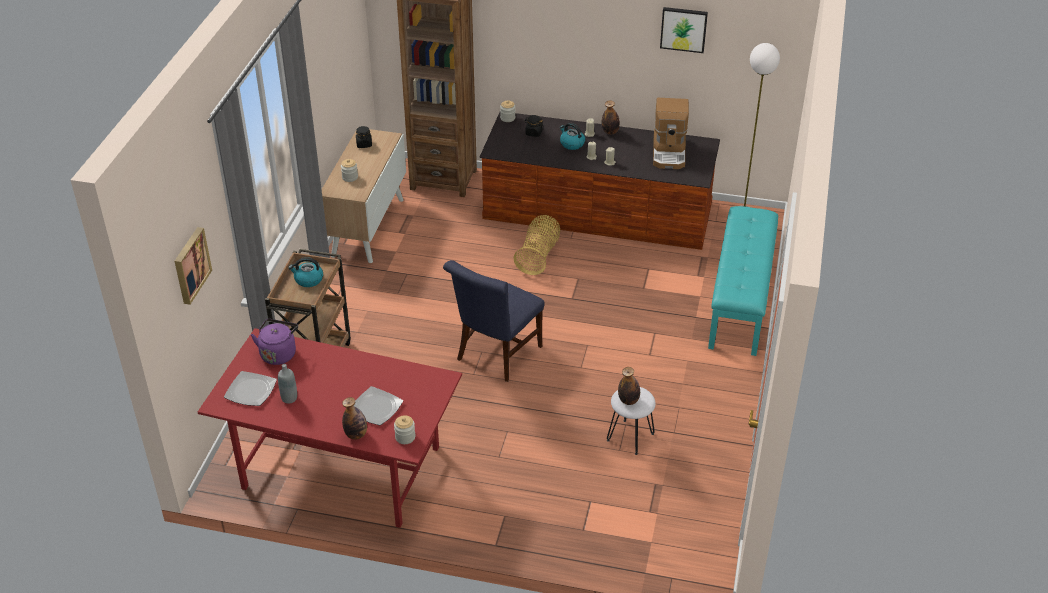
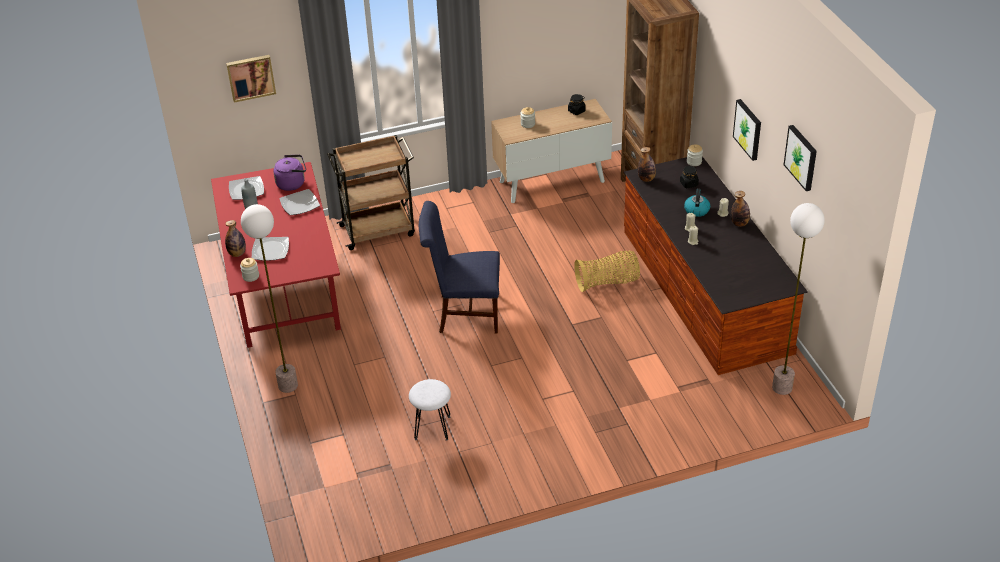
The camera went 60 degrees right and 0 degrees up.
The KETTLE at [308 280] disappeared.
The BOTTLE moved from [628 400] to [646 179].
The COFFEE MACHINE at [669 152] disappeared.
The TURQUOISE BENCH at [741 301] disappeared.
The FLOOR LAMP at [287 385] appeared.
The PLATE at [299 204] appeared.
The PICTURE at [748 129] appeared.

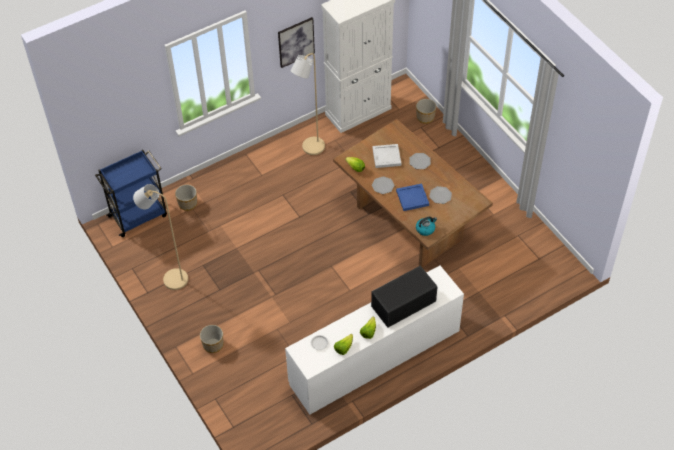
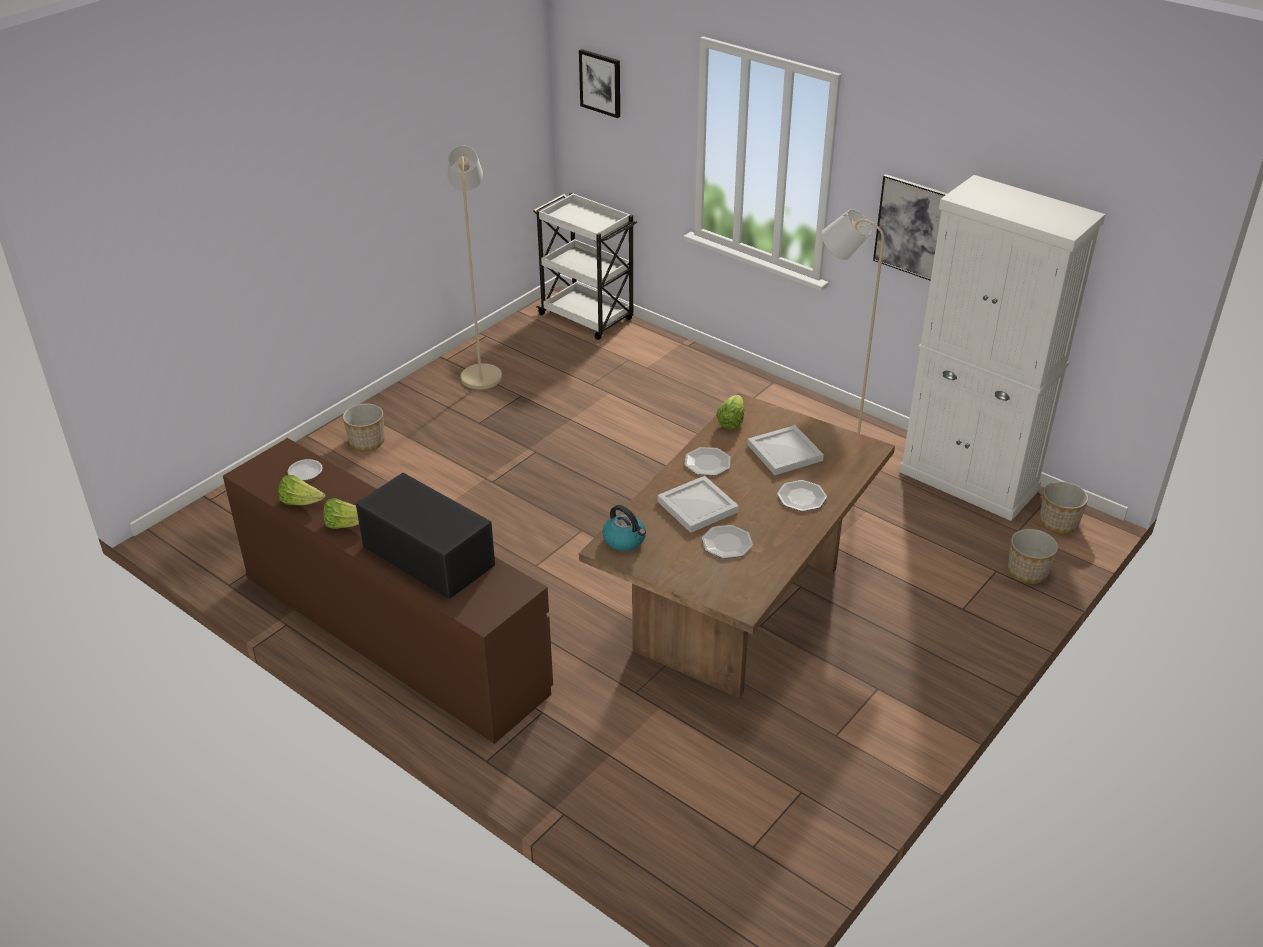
The camera went 70 degrees right and 15 degrees down.
The BLUE CART at [139 215] became the WHITE CART at [587 318].
The PLANTER moved from [187 203] to [1058 522].
The WHITE DRESSER at [375 357] became the BROWN DRESSER at [392 633].
The BLUE TRAY at [412 198] became the WHITE TRAY at [697 506].
The PICTURE at [601 83] appeared.

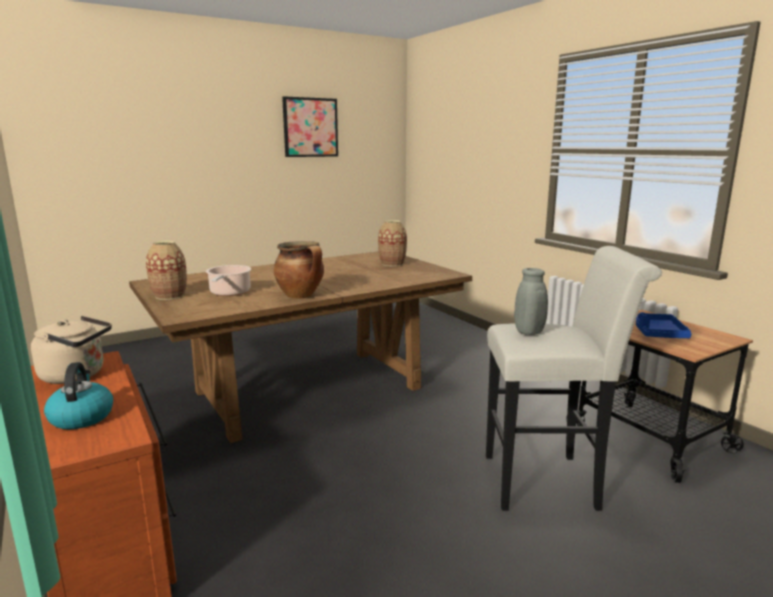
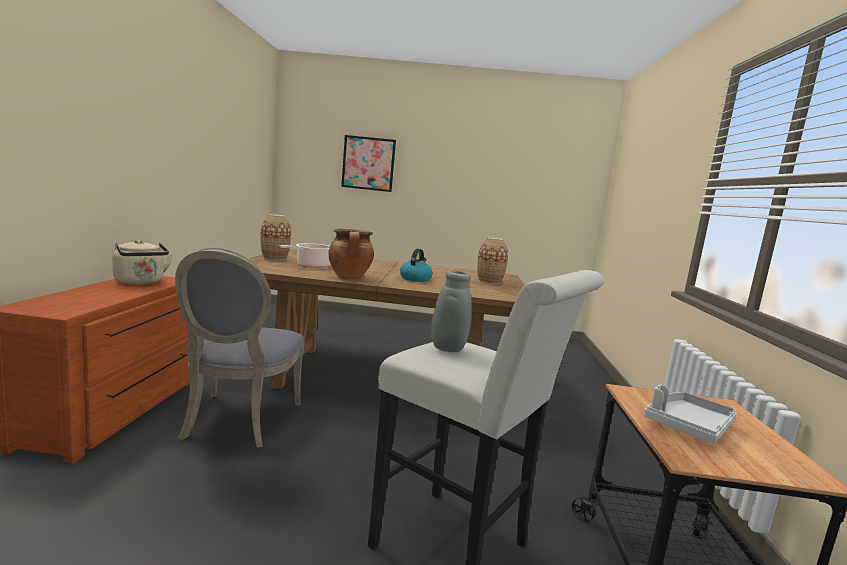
The camera went 35 degrees right and 5 degrees down.
The KETTLE moved from [81 417] to [415 279].
The PICTURE moved from [310 127] to [368 163].
The BLUE TRAY at [658 333] became the GREY TRAY at [687 425].
The GREY CHAIR at [238 421] appeared.

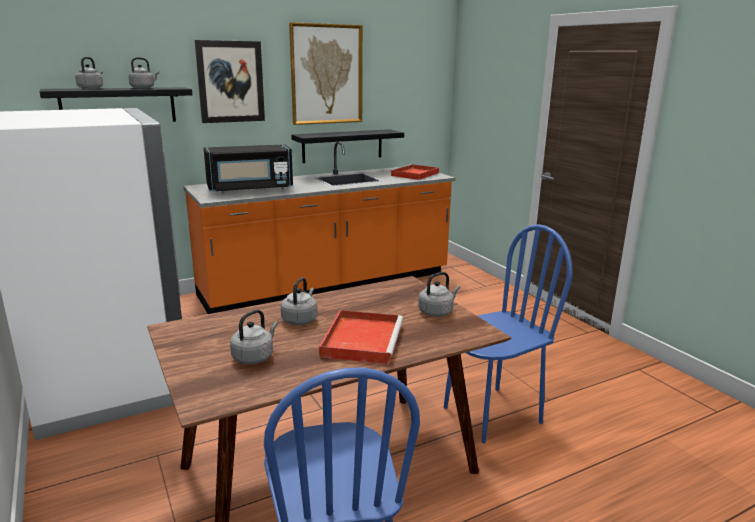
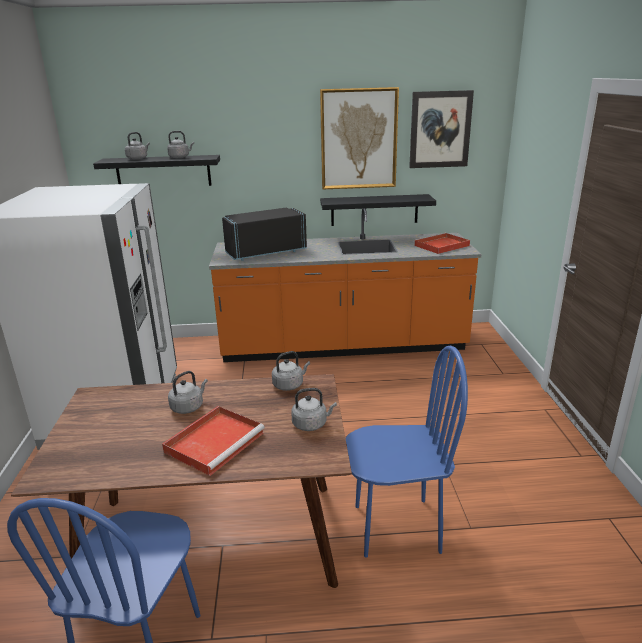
The camera went 25 degrees right and 5 degrees up.
The PICTURE moved from [230 82] to [440 129].
The BLACK MICROWAVE at [250 189] turned 150 degrees clockwise.
The GREY KETTLE moved from [254 357] to [289 385].

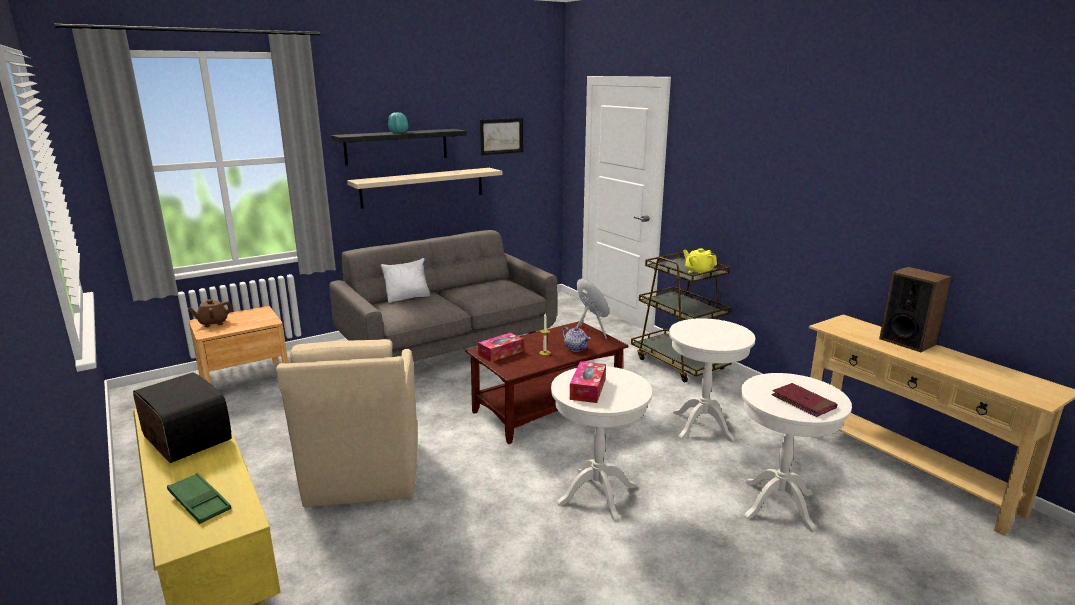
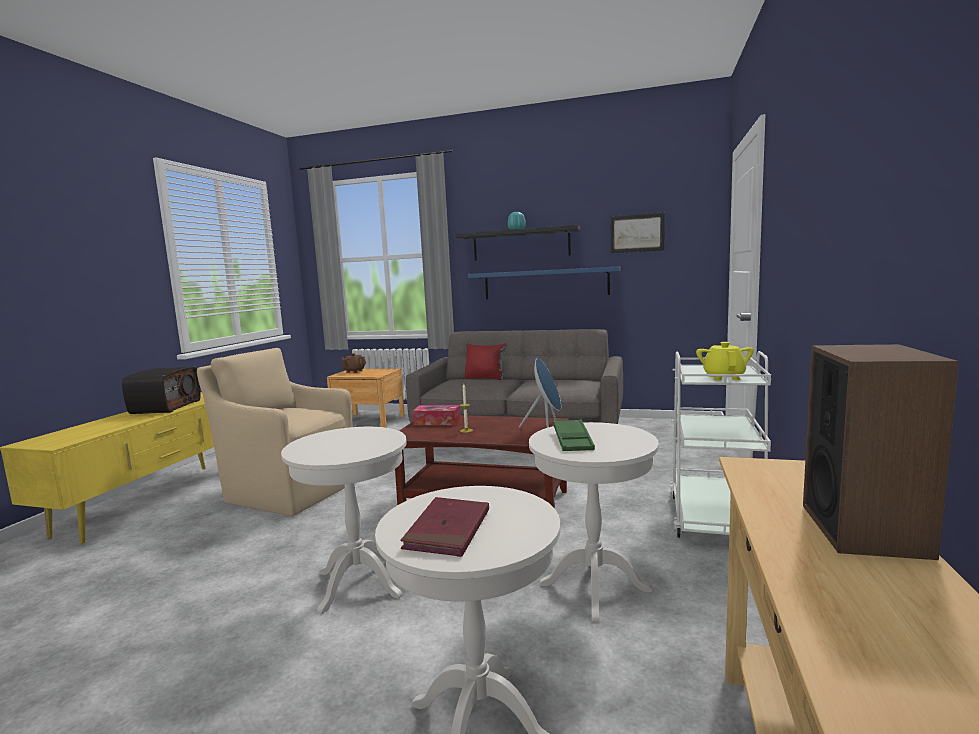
The camera went 50 degrees right and 10 degrees down.
The GREEN TRAY moved from [199 502] to [572 440].
The BEIGE ARMCHAIR at [362 475] turned 75 degrees clockwise.
The BEIGE SHELF at [423 187] became the BLUE SHELF at [545 283].
The WHITE PILLOW at [408 298] became the RED PILLOW at [485 378].
The TEAPOT at [576 348] disappeared.
The TISSUE BOX at [588 389] disappeared.
The BROWN CART at [679 363] became the WHITE CART at [715 517].

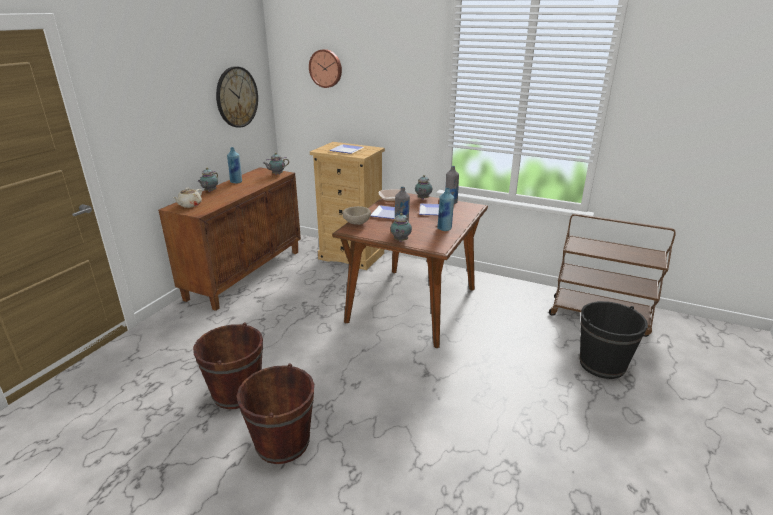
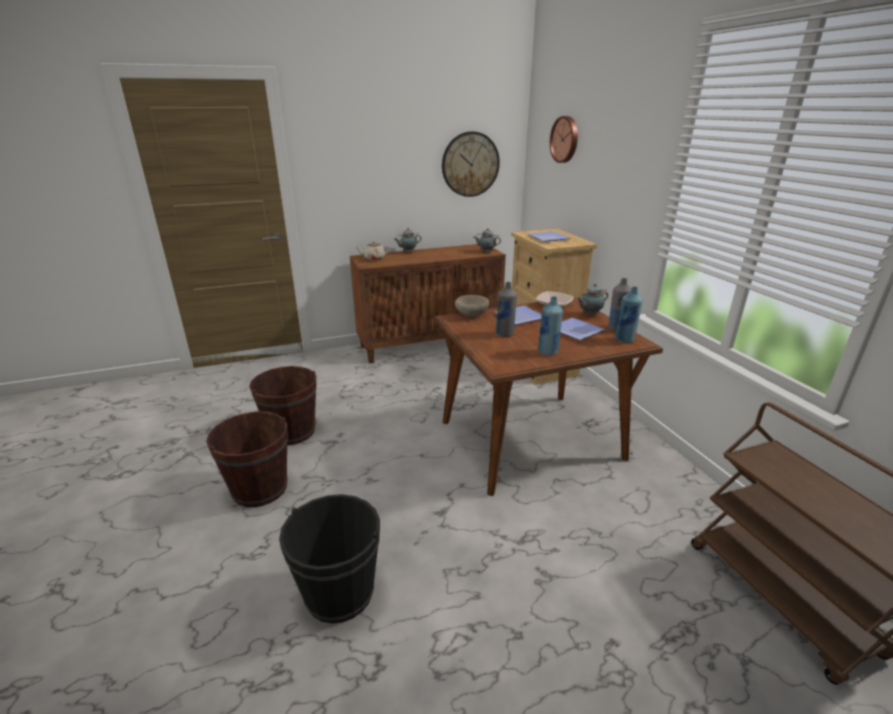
The camera went 45 degrees right and 0 degrees up.
The BLUE BOTTLE moved from [236 182] to [624 340].
The TEAPOT at [400 241] disappeared.
The BLACK BUCKET moved from [602 364] to [339 593].

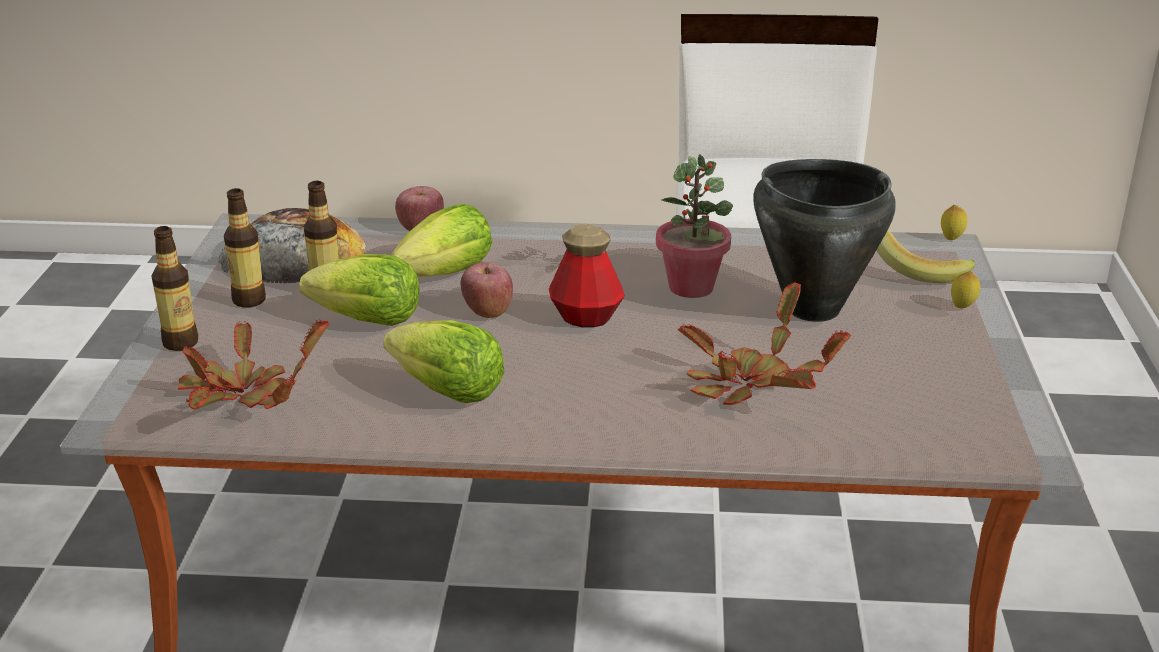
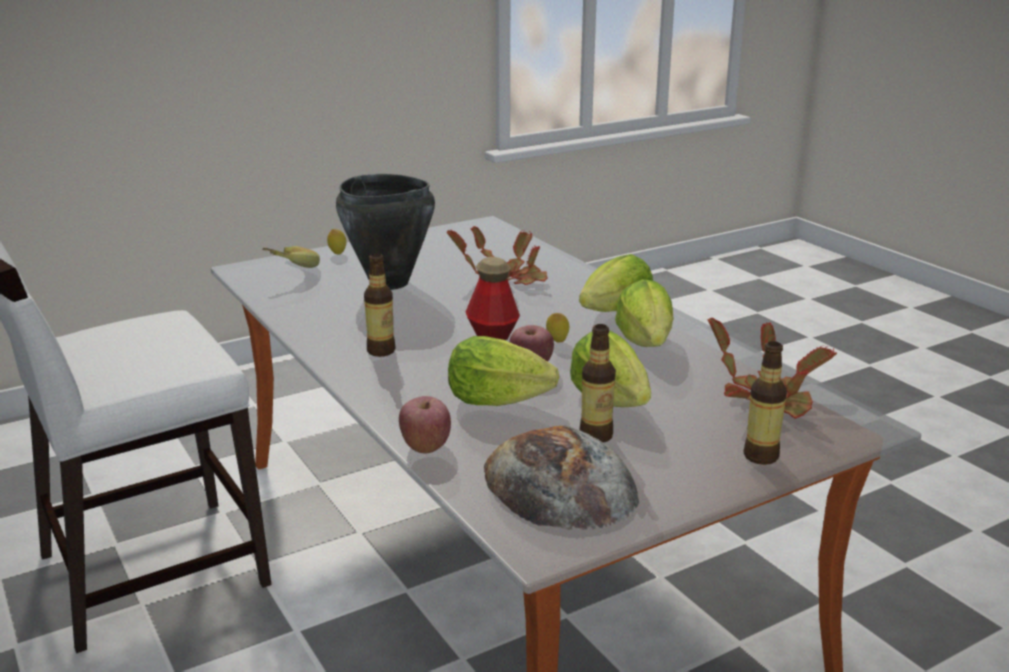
The camera went 125 degrees left and 5 degrees down.
The BOTTLE moved from [249 300] to [381 351].
The POTTED PLANT at [691 287] disappeared.
The LEMON moved from [951 238] to [557 341].
The LETTUCE at [616 311] appeared.

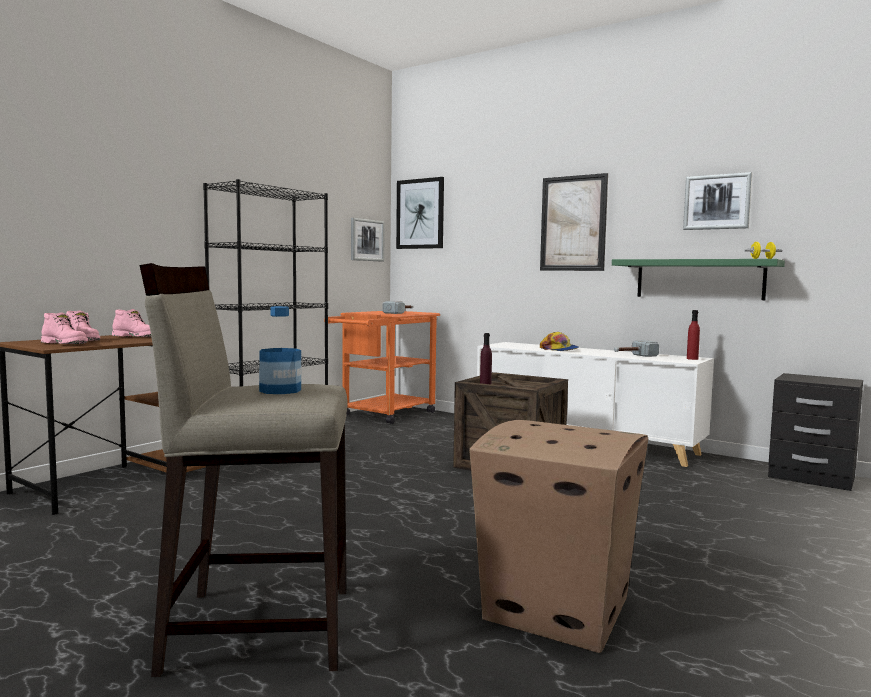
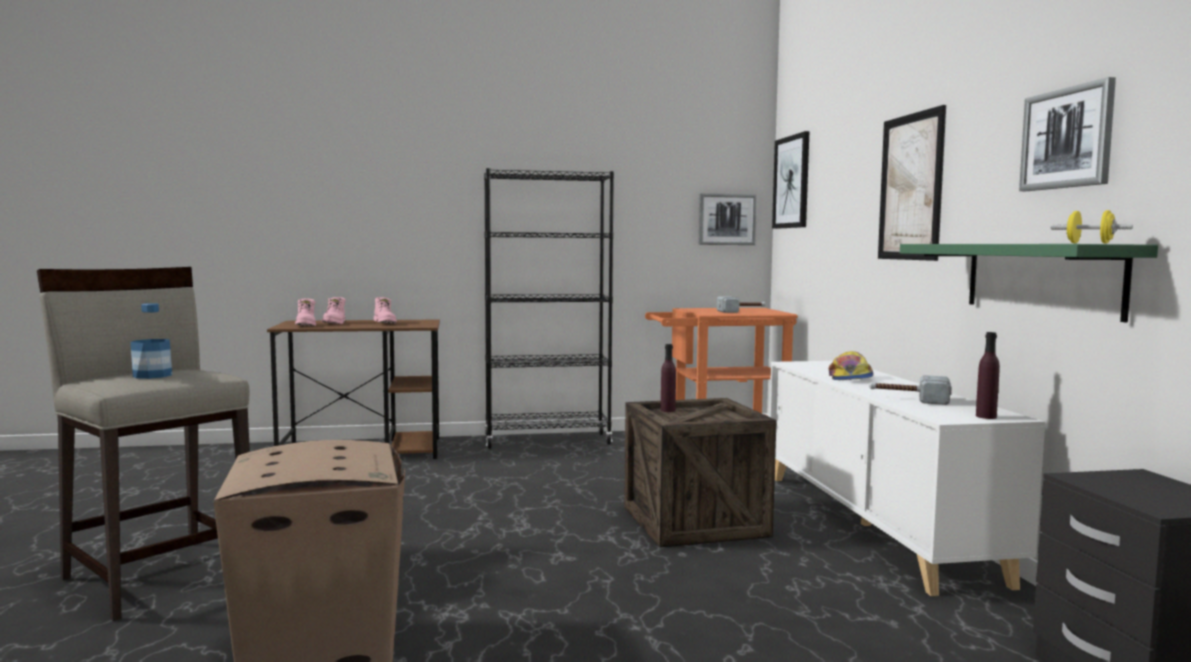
The camera went 45 degrees right and 0 degrees up.
The RED BOTTLE at [692 359] became the PURPLE BOTTLE at [986 416].

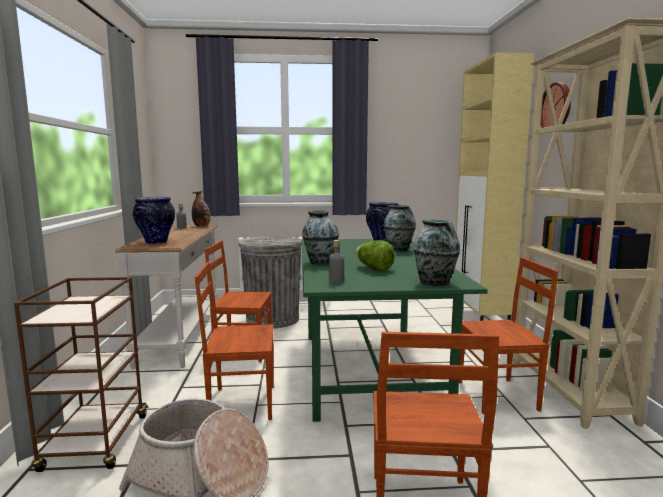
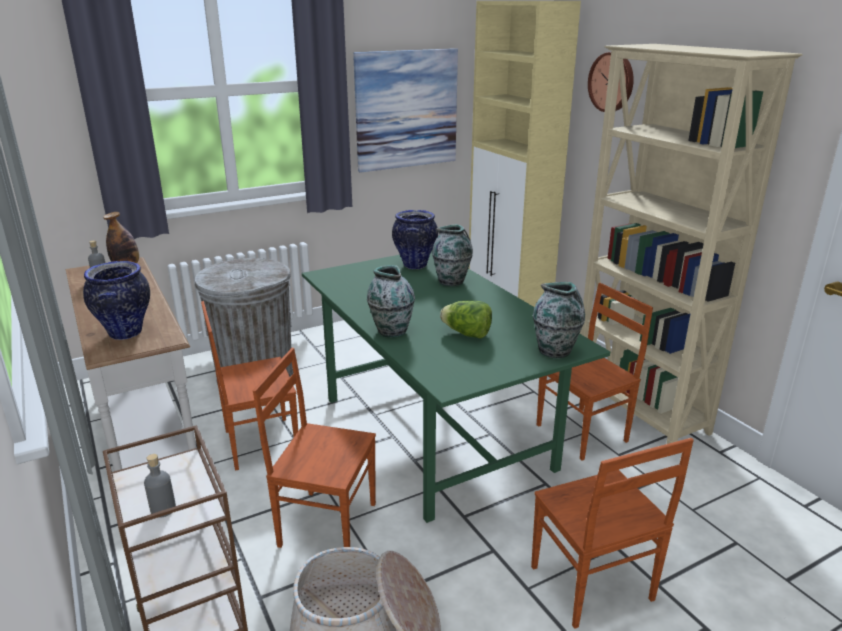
The camera went 25 degrees left and 15 degrees up.
The BROWN CHAIR at [241 403] turned 45 degrees clockwise.
The GREY BOTTLE moved from [336 280] to [163 509].
The PICTURE at [406 109] appeared.

